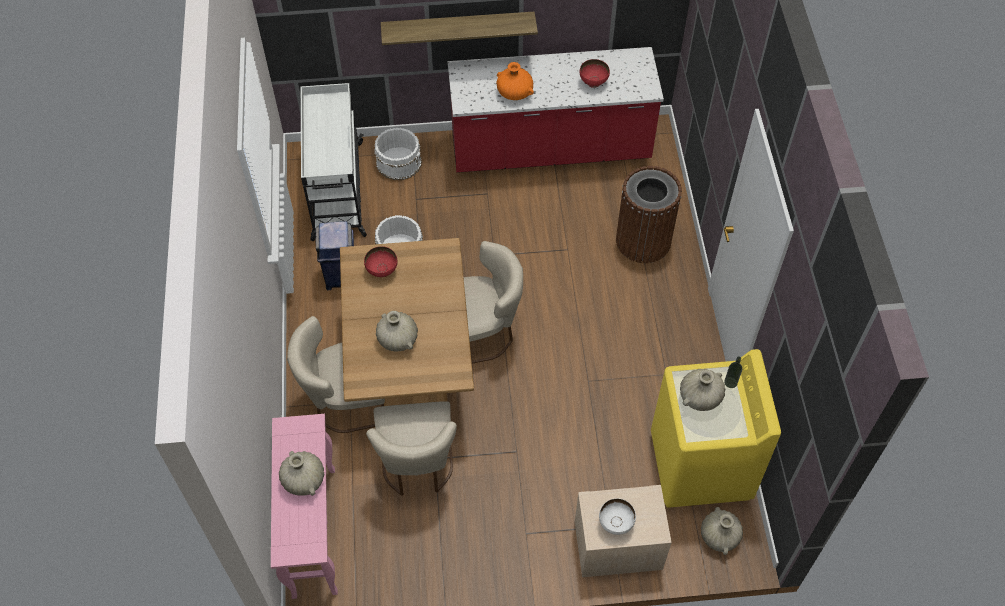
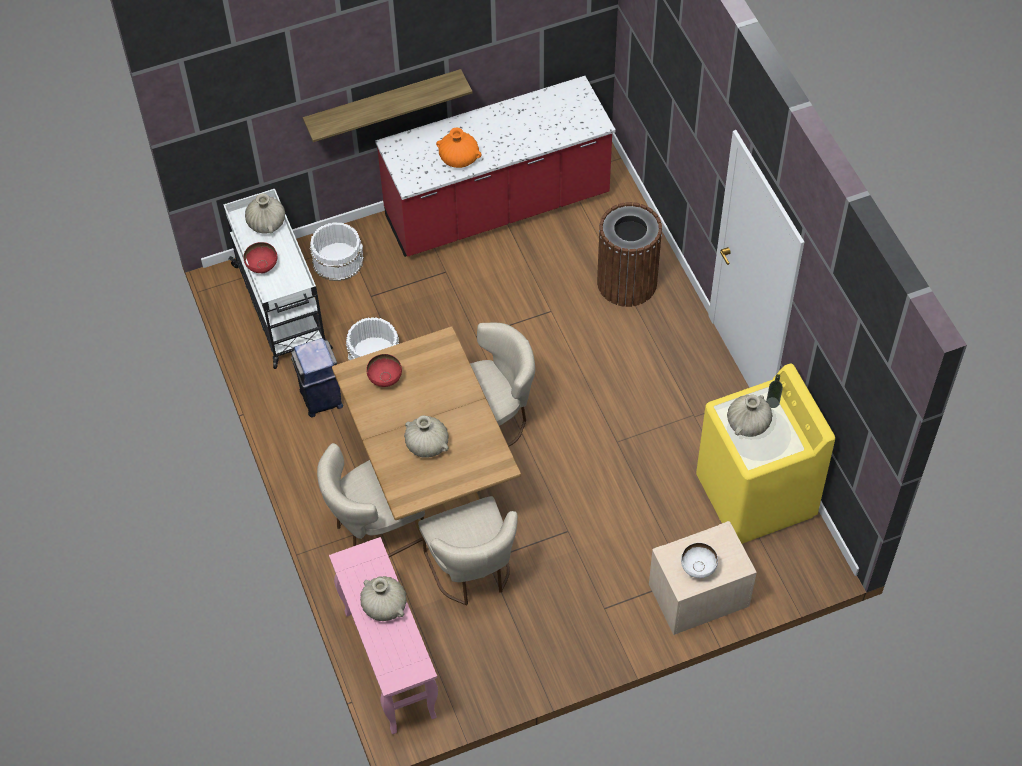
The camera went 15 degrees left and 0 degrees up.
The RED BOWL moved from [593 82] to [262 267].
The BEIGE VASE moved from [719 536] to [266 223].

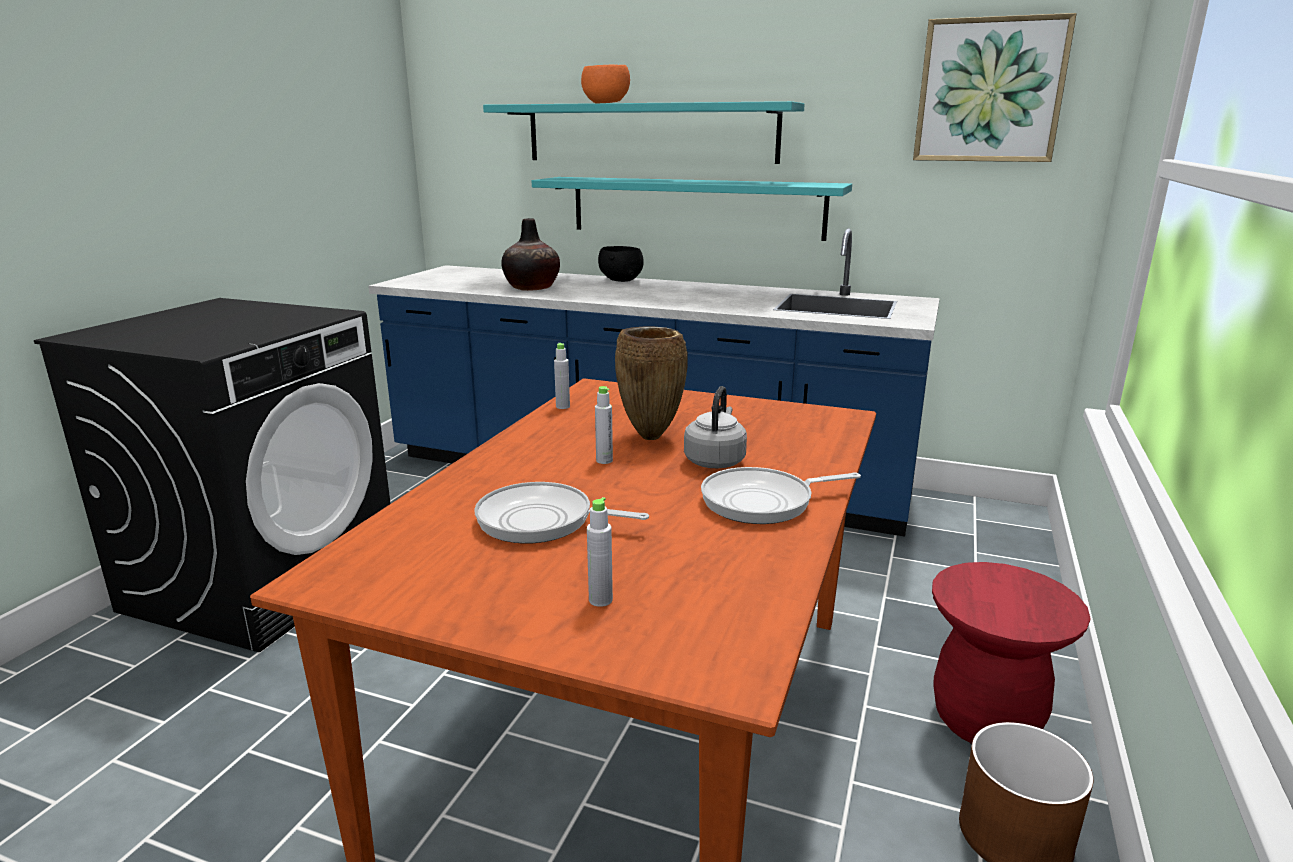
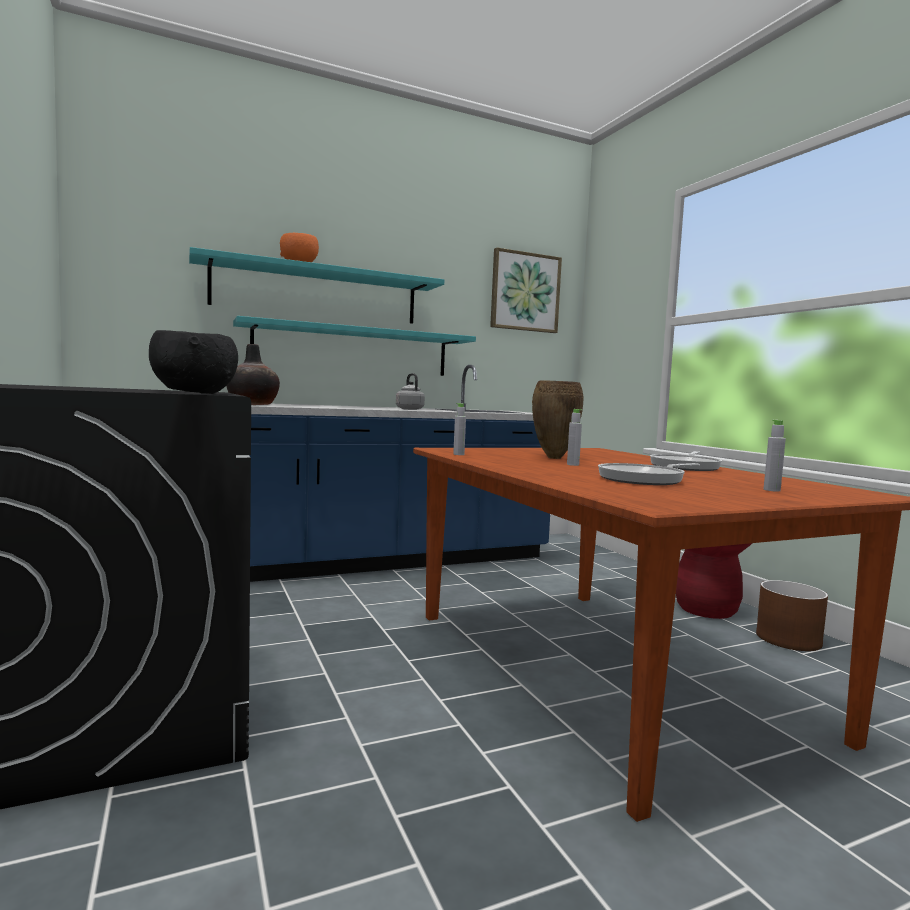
The camera went 45 degrees left and 15 degrees down.
The BLACK BOWL moved from [621 280] to [194 393].
The GREY KETTLE moved from [715 460] to [409 409].

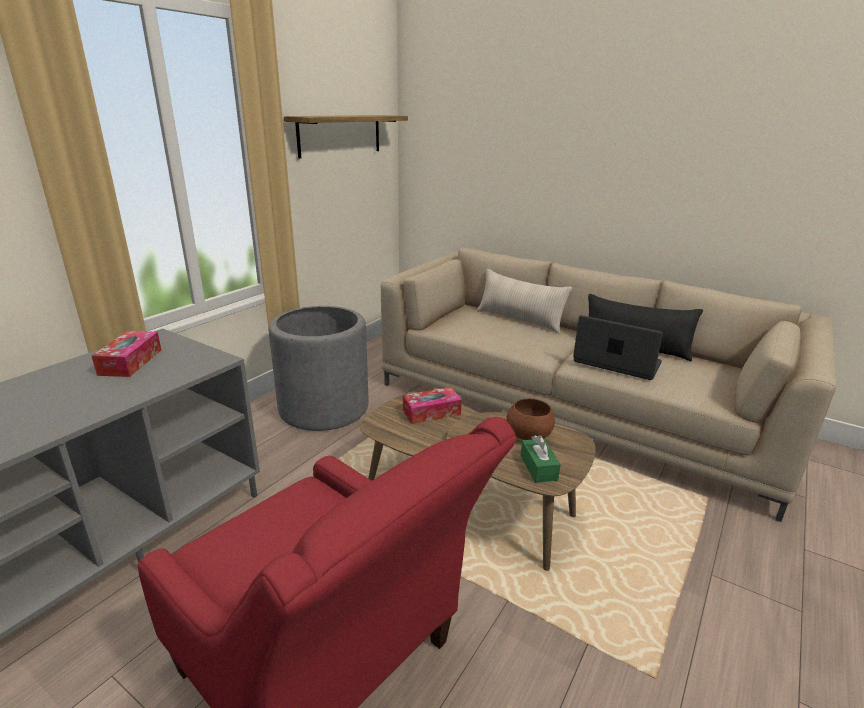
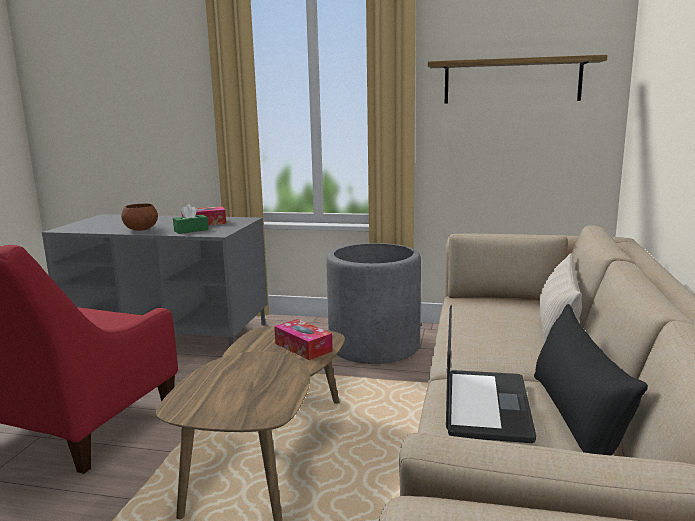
The camera went 70 degrees right and 10 degrees down.
The BROWN BOWL moved from [528 436] to [140 229].
The GREEN TISSUE BOX moved from [538 468] to [191 230].

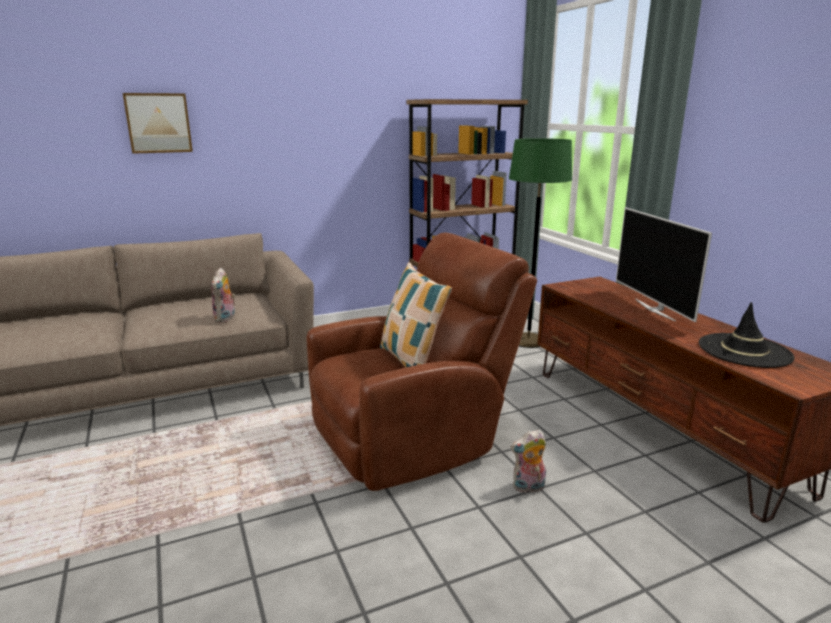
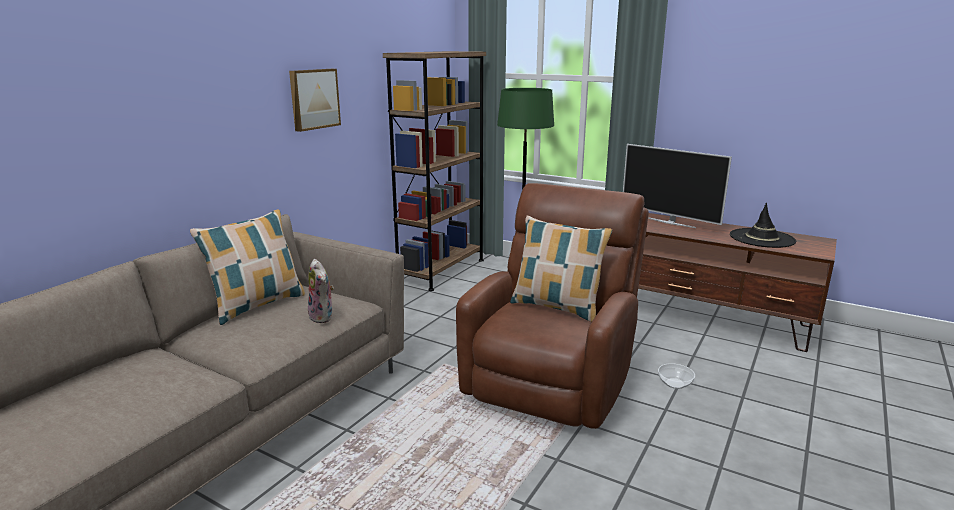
The camera went 35 degrees left and 0 degrees up.
The PICTURE moved from [158 123] to [313 99].
The PLUSH TOY at [528 487] was replaced by the BOWL at [674 383].
The PILLOW at [257 305] appeared.

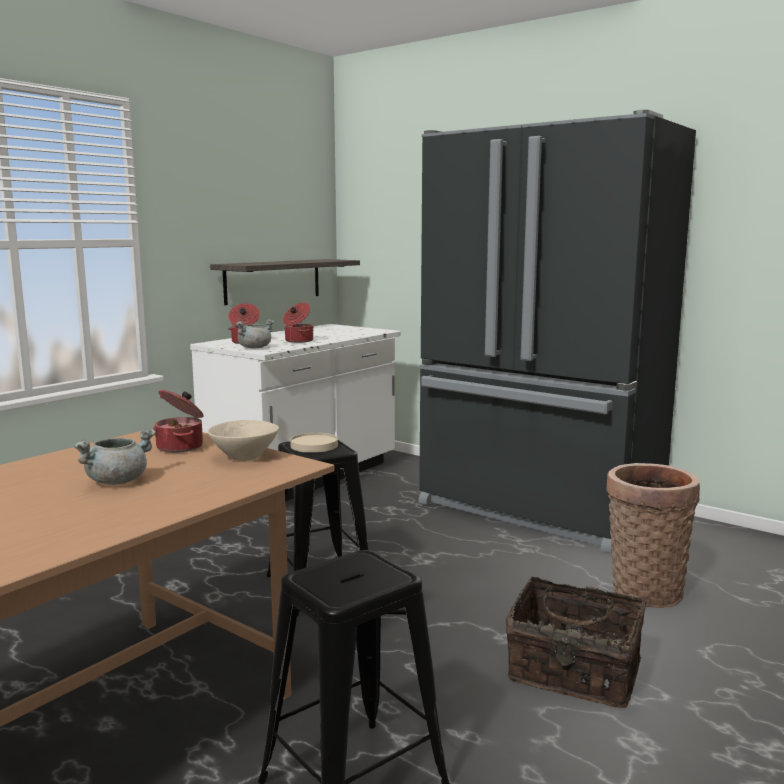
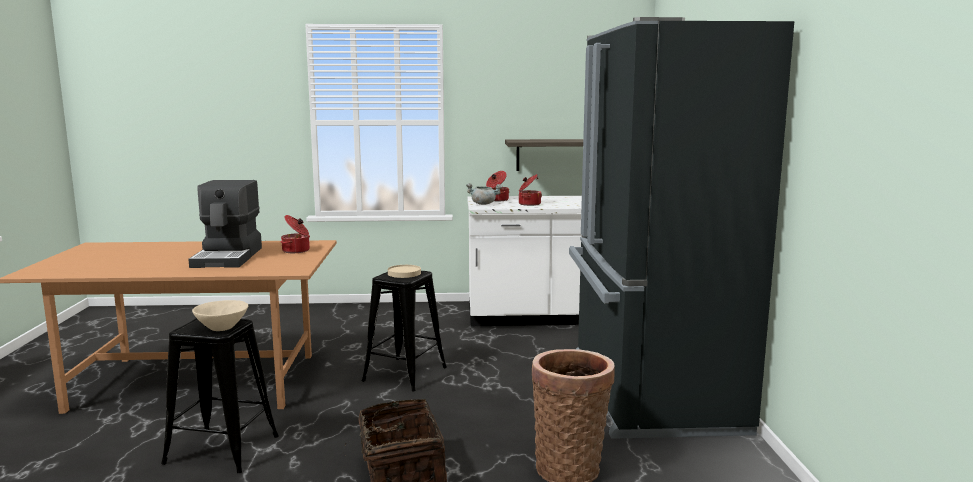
The camera went 50 degrees right and 0 degrees up.
The GREY COOKING POT at [117 481] was replaced by the COFFEE MACHINE at [229 257].
The BEIGE BOWL moved from [245 456] to [222 328].

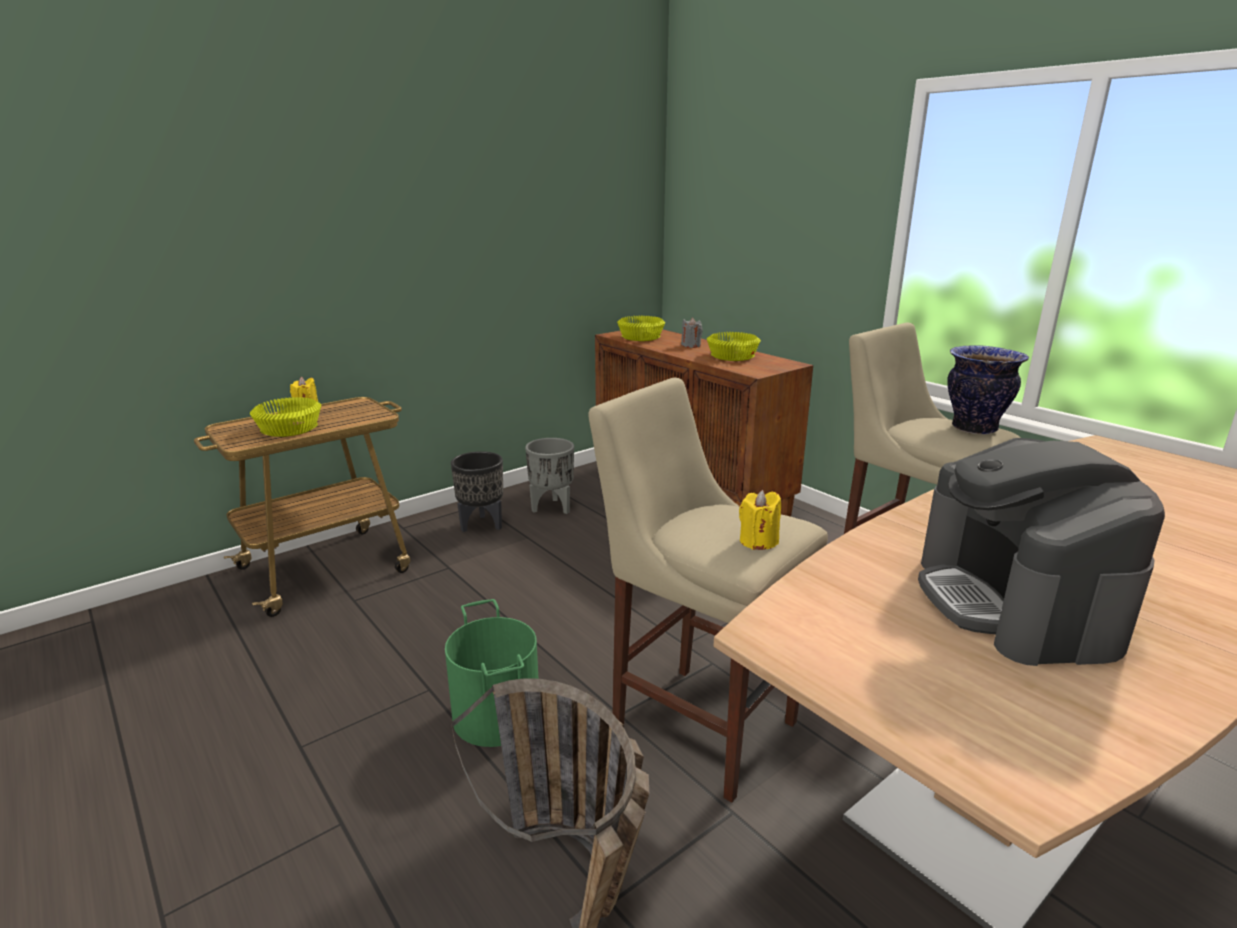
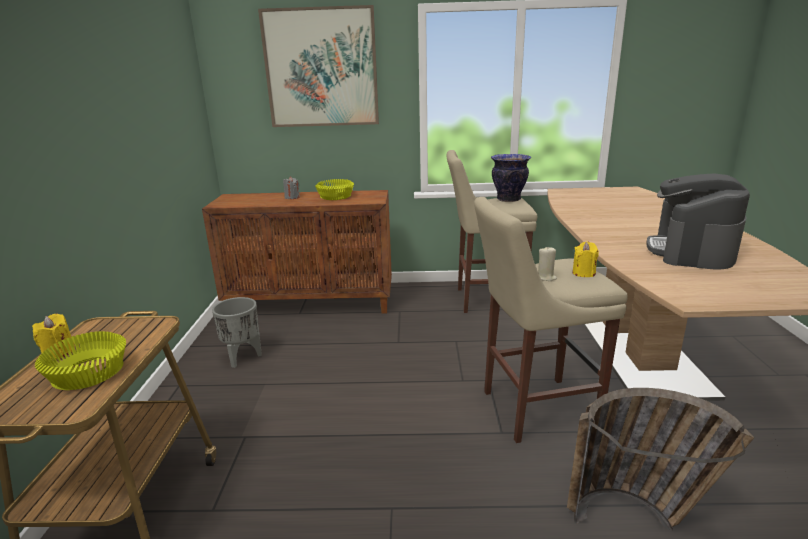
The camera went 50 degrees left and 0 degrees up.
The GREEN BUCKET at [495 715] disappeared.
The BLACK PLANTER at [482 525] disappeared.
The YELLOW BOWL at [640 337] disappeared.
The COFFEE MACHINE at [1016 603] turned 75 degrees clockwise.
The PICTURE at [321 68] appeared.
The BEIGE CANDLE at [545 277] appeared.

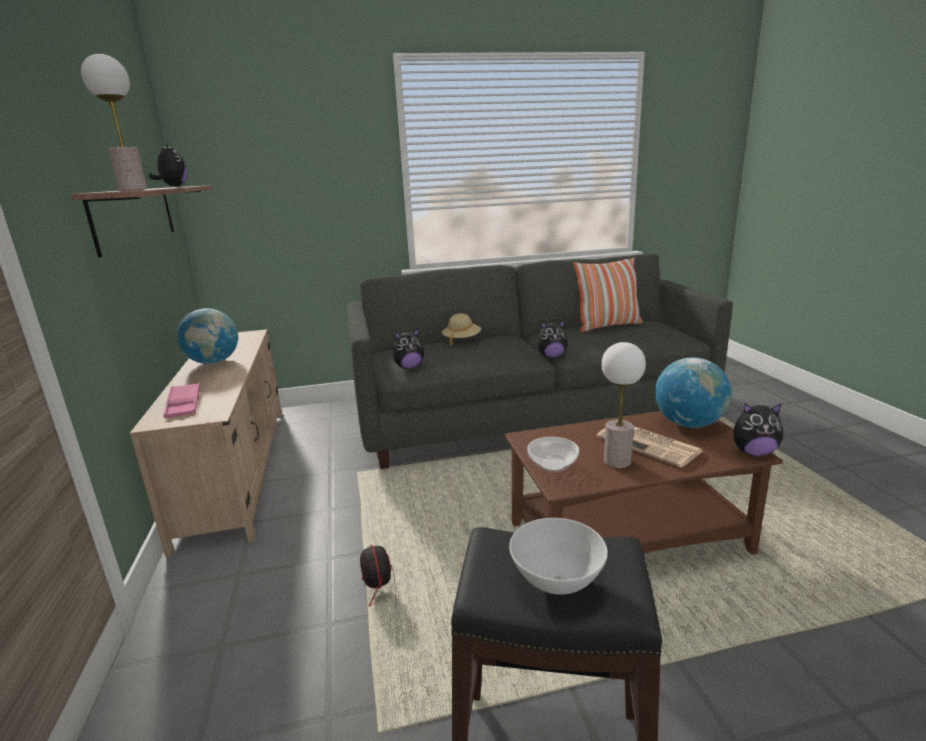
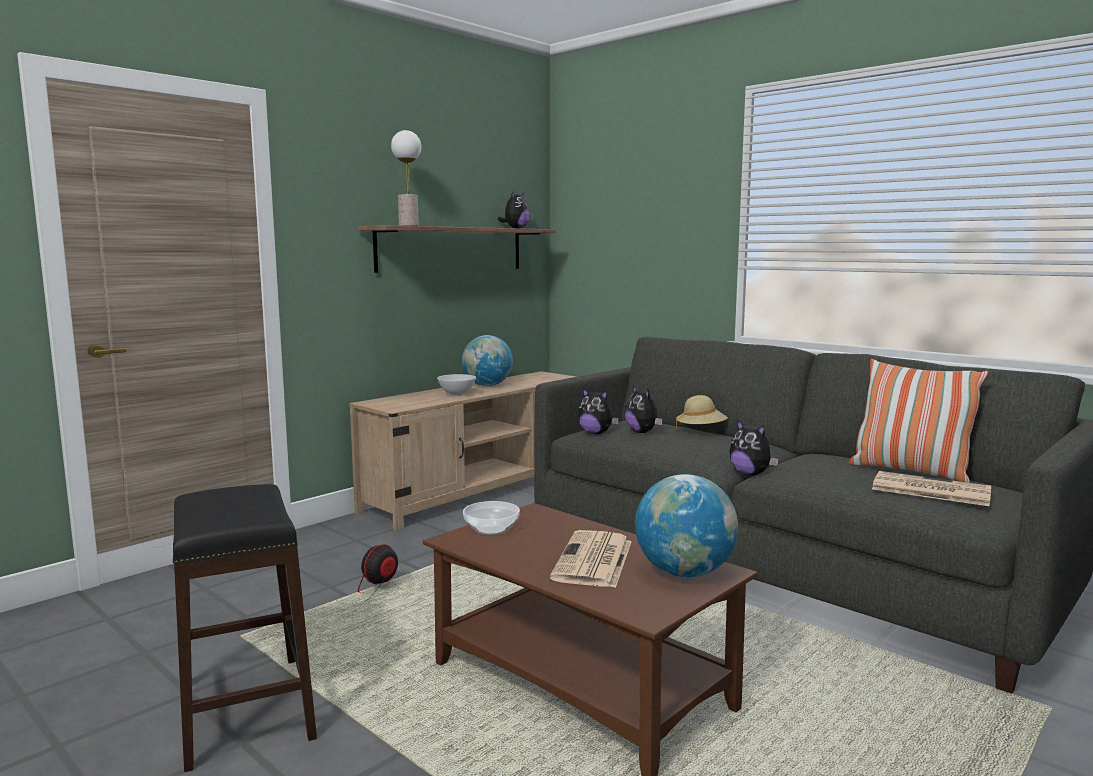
The camera went 55 degrees right and 10 degrees down.
The PINK TRAY at [184 405] disappeared.
The WHITE BOWL moved from [557 582] to [457 395].
The TABLE LAMP at [617 461] disappeared.
The PLUSH TOY moved from [753 452] to [642 432].
The NEWSPAPER at [929 490] appeared.

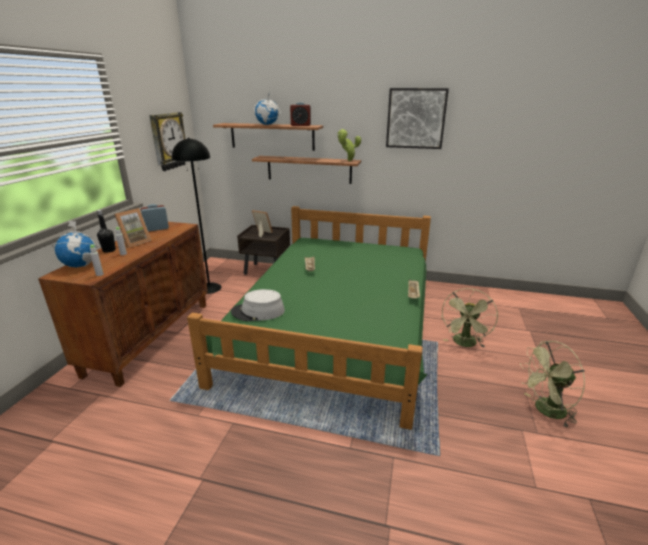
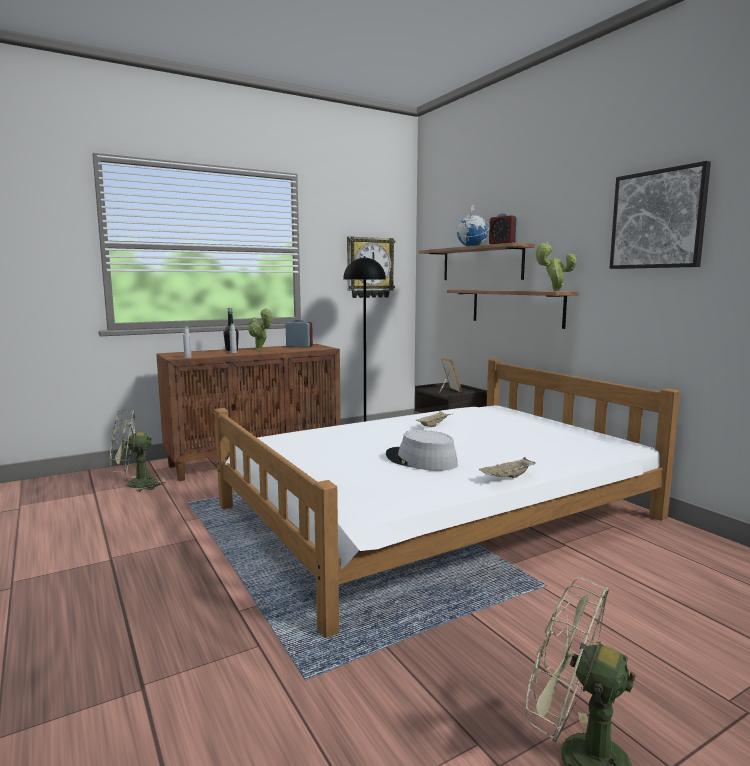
The camera went 45 degrees right and 15 degrees down.
The GLOBE at [81 265] disappeared.
The PICTURE FRAME at [134 242] was replaced by the POTTED PLANT at [260 349].
The GREEN BED at [335 324] became the WHITE BED at [436 512].
The GREY HAT moved from [258 312] to [421 460].
The GREEN FAN moved from [464 344] to [134 485].

